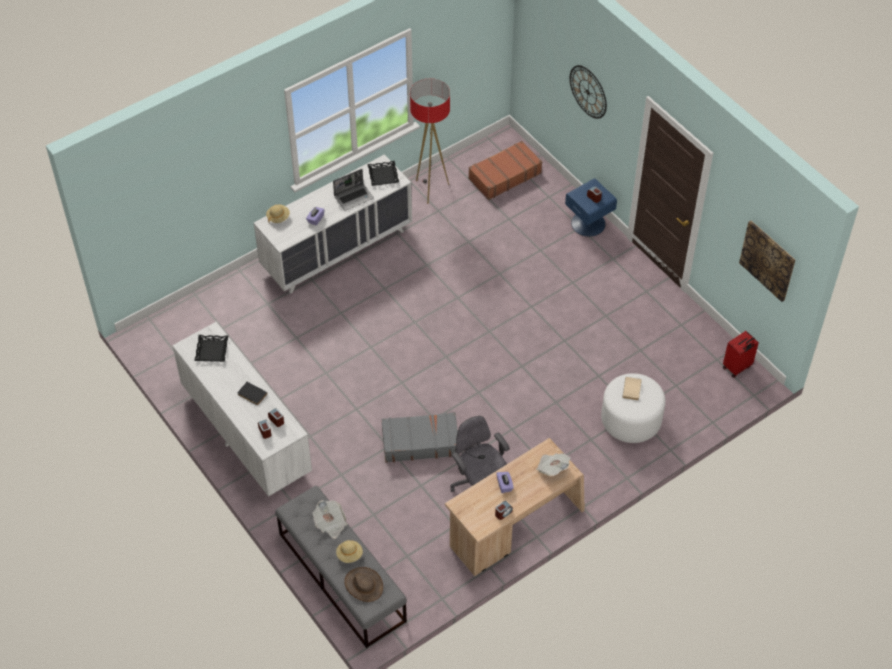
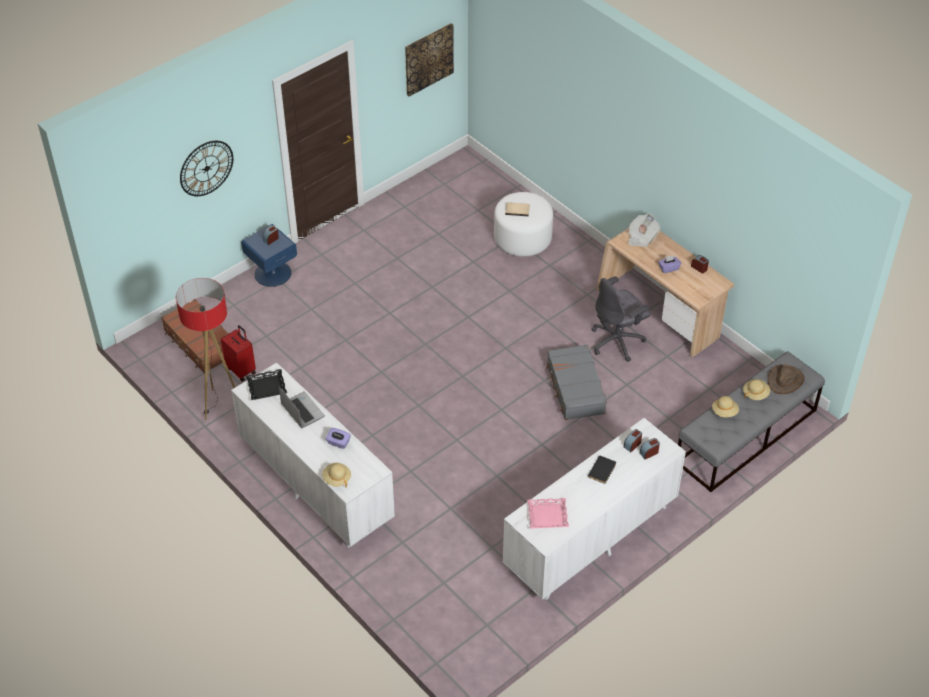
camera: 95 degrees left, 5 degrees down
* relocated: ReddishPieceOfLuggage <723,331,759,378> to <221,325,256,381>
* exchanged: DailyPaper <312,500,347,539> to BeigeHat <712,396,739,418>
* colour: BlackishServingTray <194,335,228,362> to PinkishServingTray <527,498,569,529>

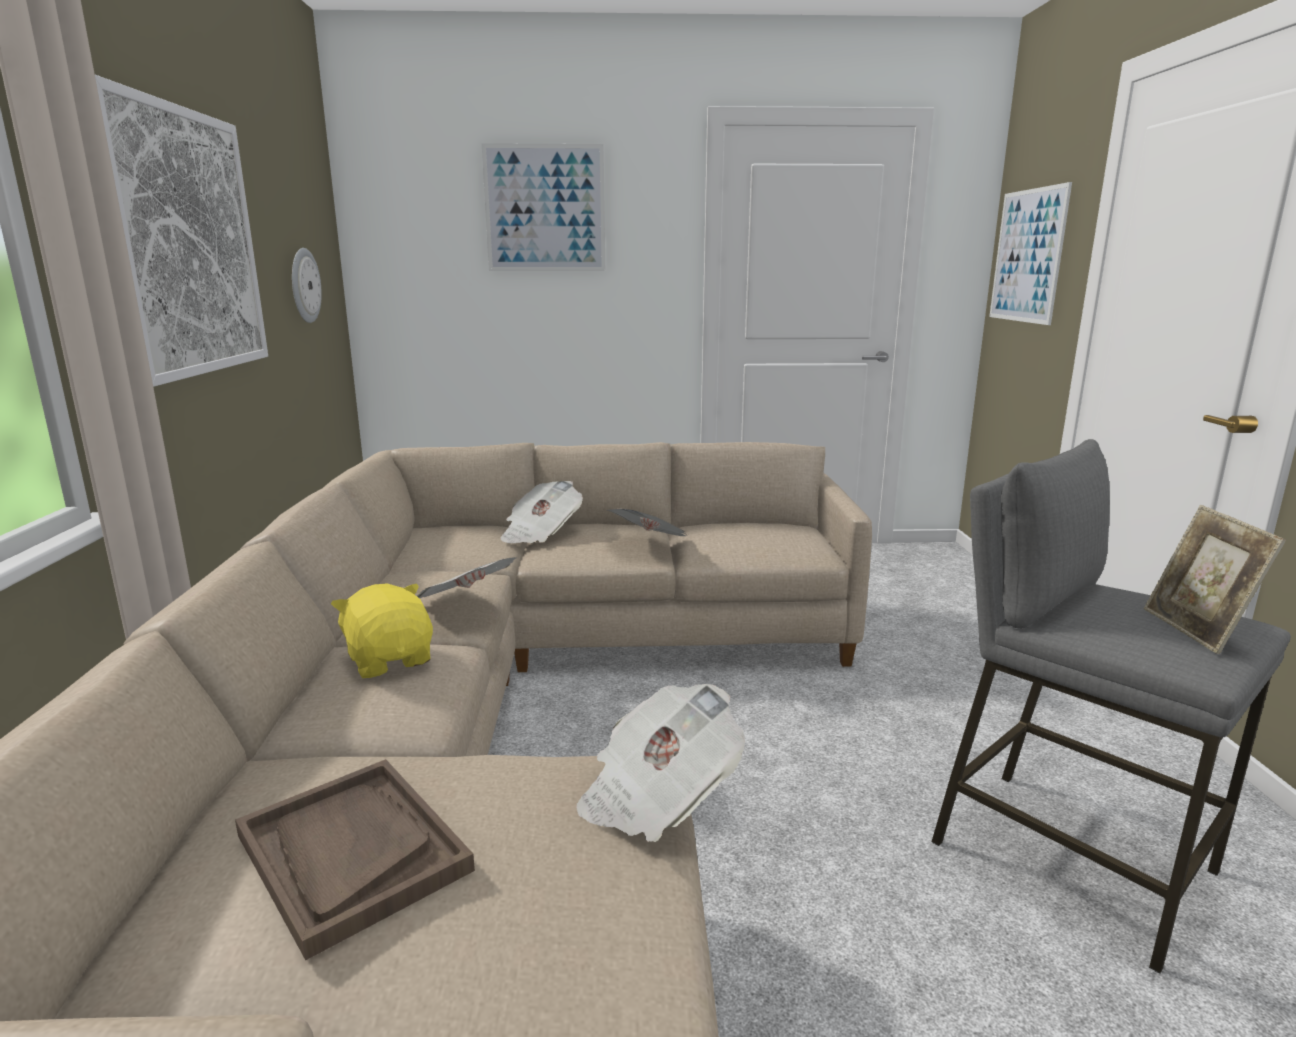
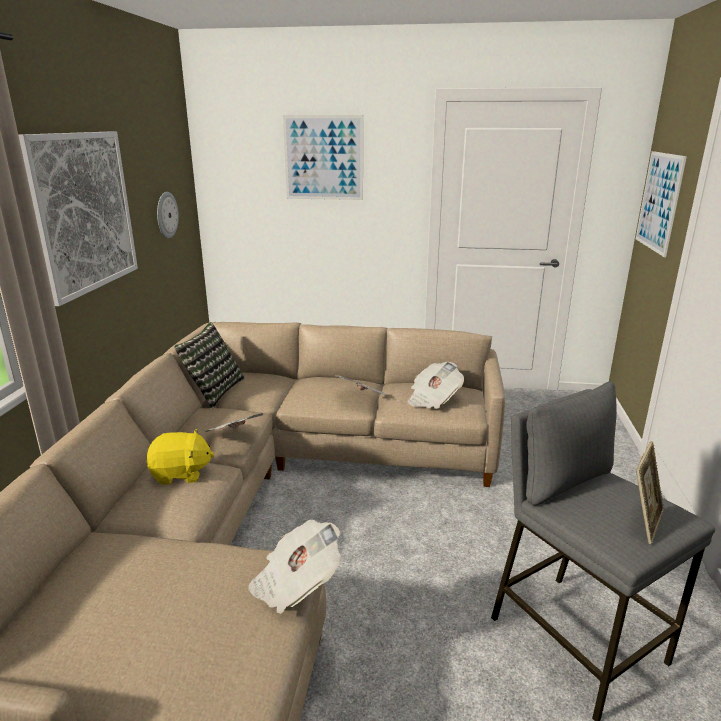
camera: 10 degrees right, 5 degrees up
* missing: BrownColouredServingTray <235,759,475,960>
* appeared: Pillow <174,322,245,408>
* relocated: DailyPaper <500,481,583,543> to <408,362,464,409>
* spun: YellowishPlushToy <331,583,433,678> = <147,429,215,485> 105 degrees clockwise
* spun: PhotoFrame <1144,505,1286,654> = <636,441,664,544> 150 degrees counterclockwise

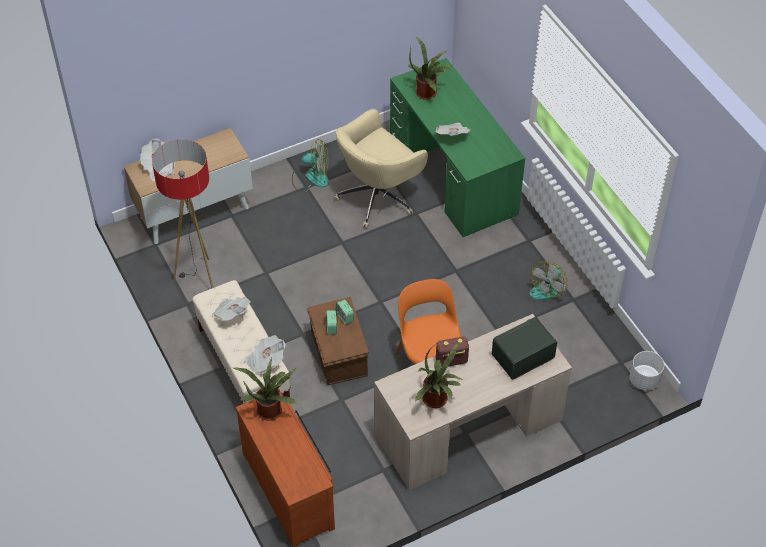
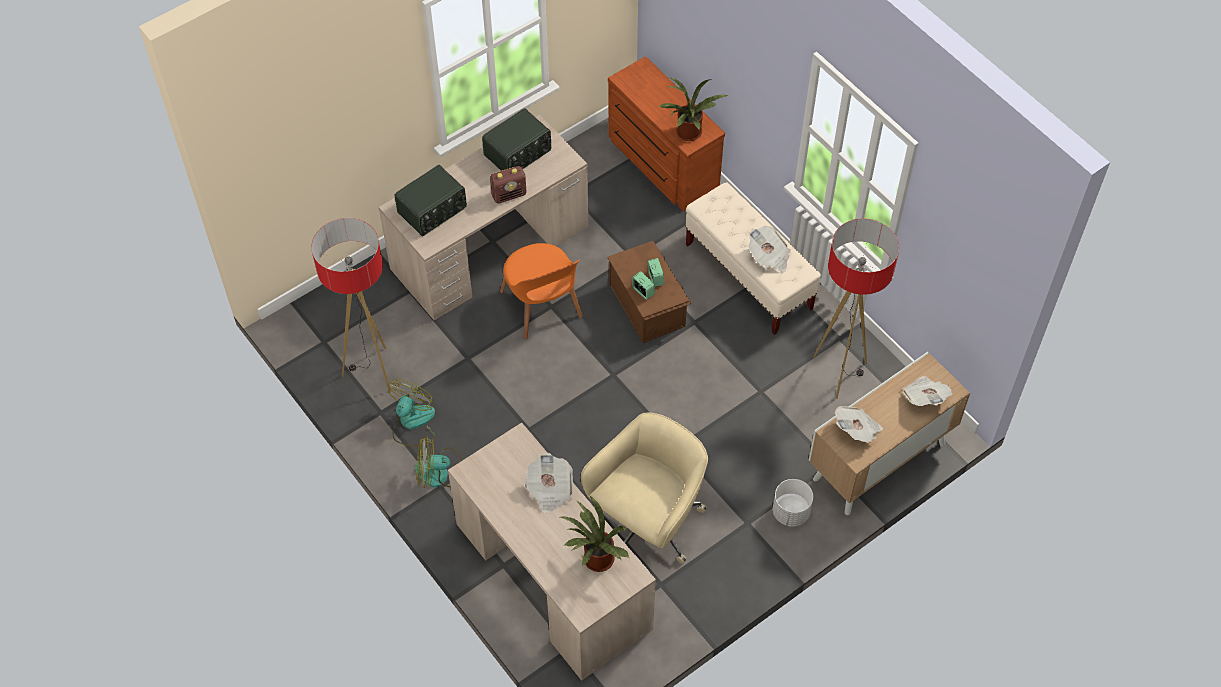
camera: 170 degrees right, 5 degrees up
* appeared: StandingLamp <311,218,391,392>
* relocated: DailyPaper <245,335,286,375> to <835,406,883,443>
* relocated: ElectricFan <292,139,329,193> to <415,436,463,488>
* relocated: WhiteColouredPlantPot <630,351,664,390> to <773,479,813,527>
* exchanged: PottedPlant <415,343,462,408> to Radio <482,108,551,171>
* colour: GreenishDeskTable <390,58,525,237> to BeigeDeskTable <448,422,656,681>

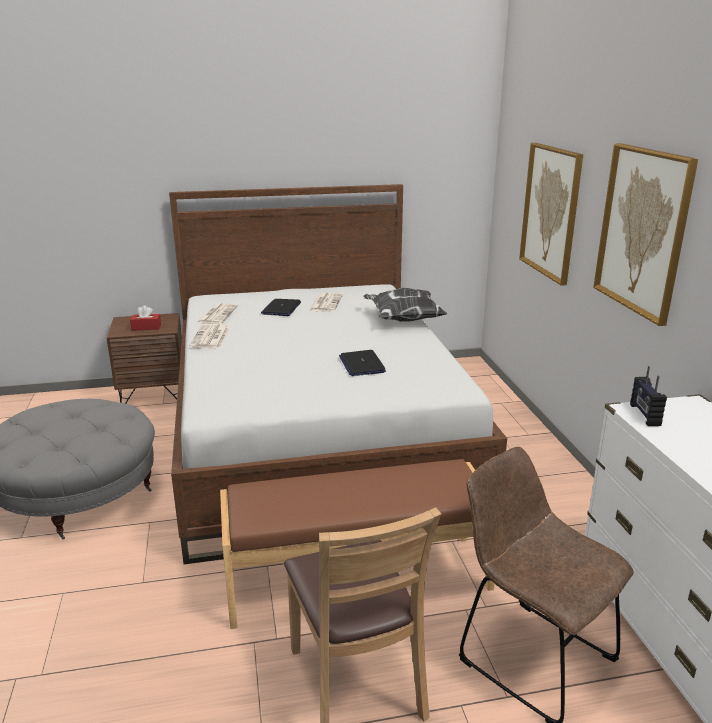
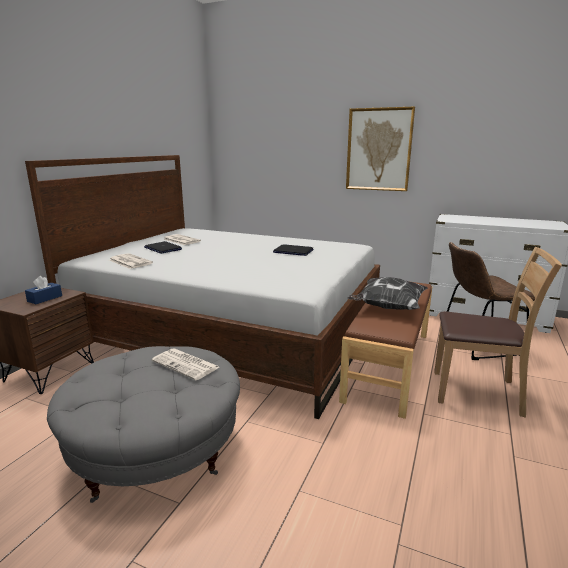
camera: 55 degrees left, 5 degrees down
* missing: Picture <519,143,583,286>
* missing: Radio <630,366,667,426>
* relocated: DailyPaper <189,324,229,348> to <152,349,219,380>
* relocated: Pillow <363,288,448,322> to <348,277,428,310>
* colour: ReddishTissueHolder <130,305,161,331> to BlueColouredTissueHolder <25,276,62,304>

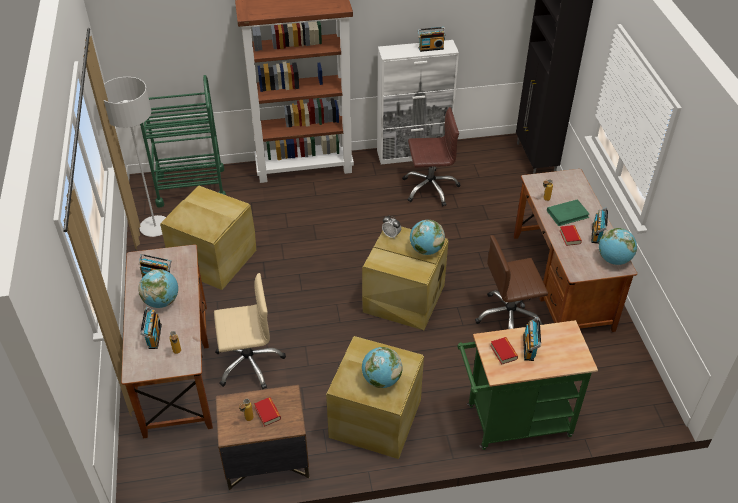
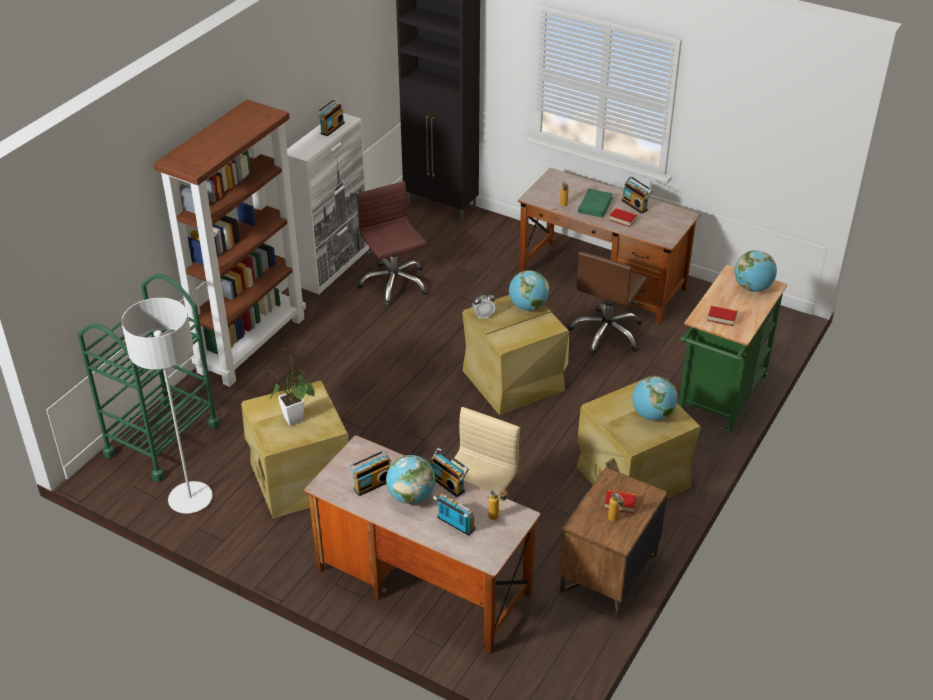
camera: 50 degrees left, 5 degrees down
* appeared: PottedPlant <263,348,315,426>
* relocated: Radio <523,317,541,361> to <431,448,469,497>
* relocated: DeskGlobe <599,228,637,265> to <734,250,777,292>
* spun: BrownColouredComputerChair <402,107,461,206> = <357,181,428,306> 60 degrees counterclockwise

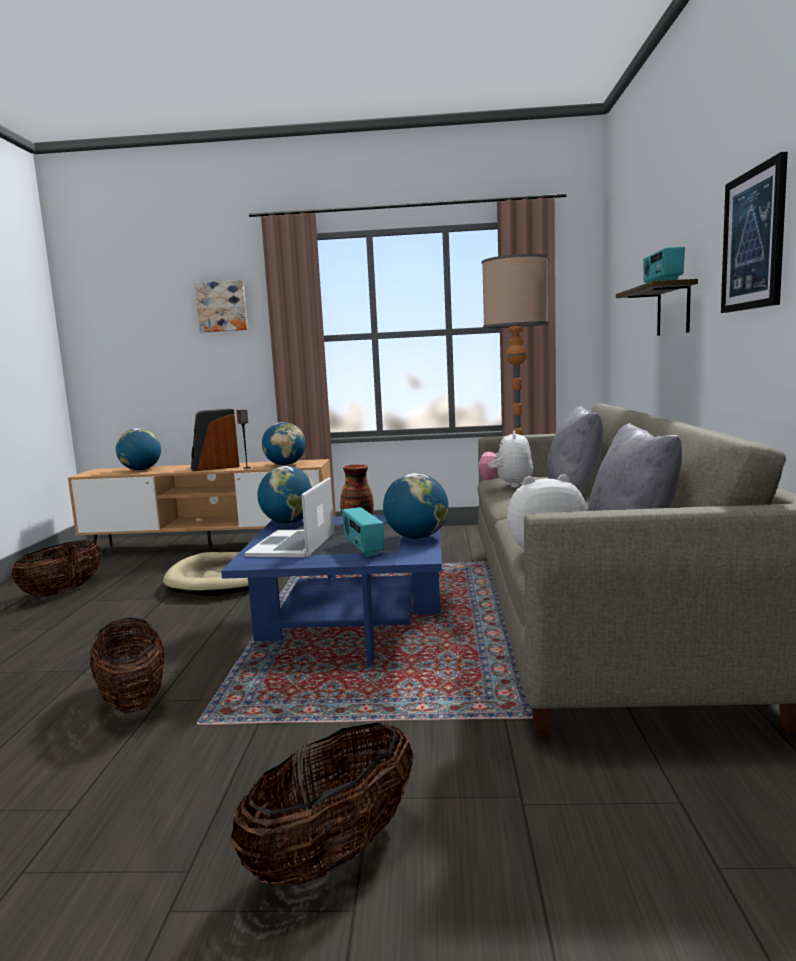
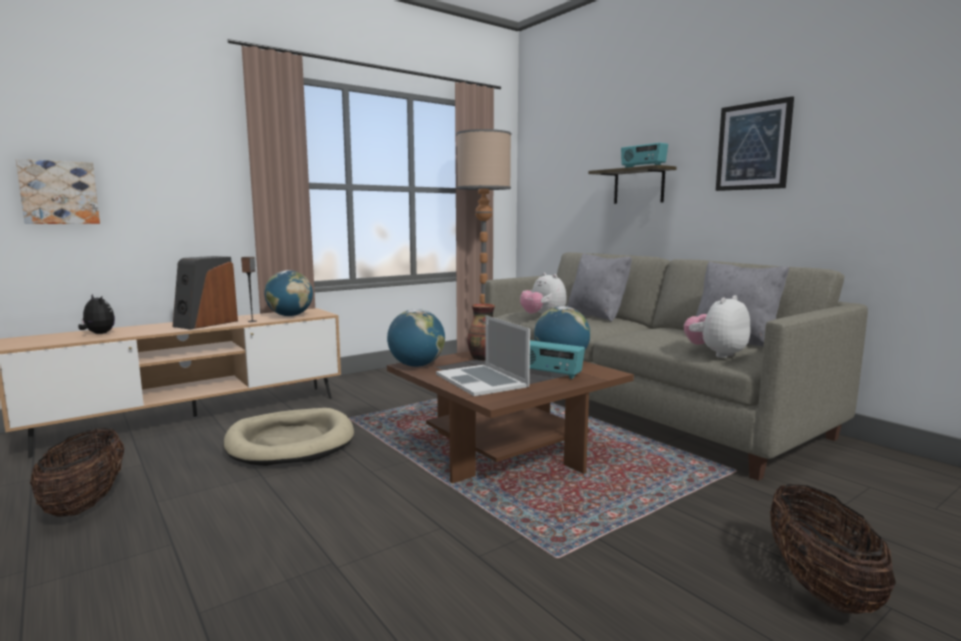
camera: 40 degrees left, 0 degrees up
* missing: Basket <89,618,164,714>
* relocated: Picture <195,280,248,332> to <16,159,100,224>
* exchanged: DeskGlobe <116,428,161,471> to PlushToy <78,294,115,334>
* colour: BlueColouredLowTable <221,515,442,667> to BrownColouredLowTable <387,351,634,484>

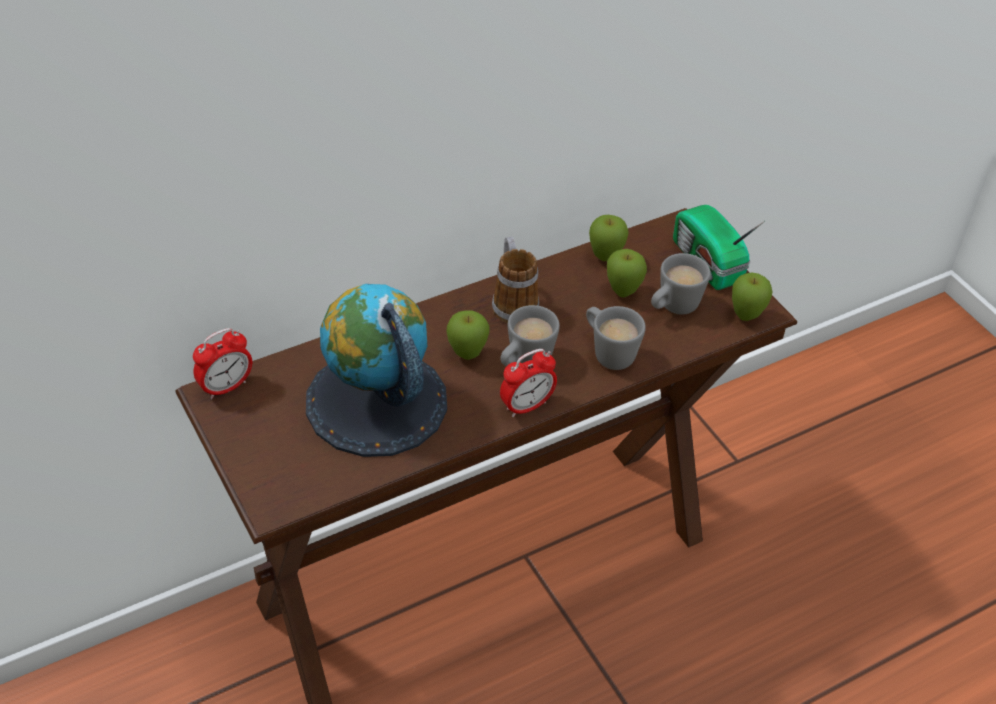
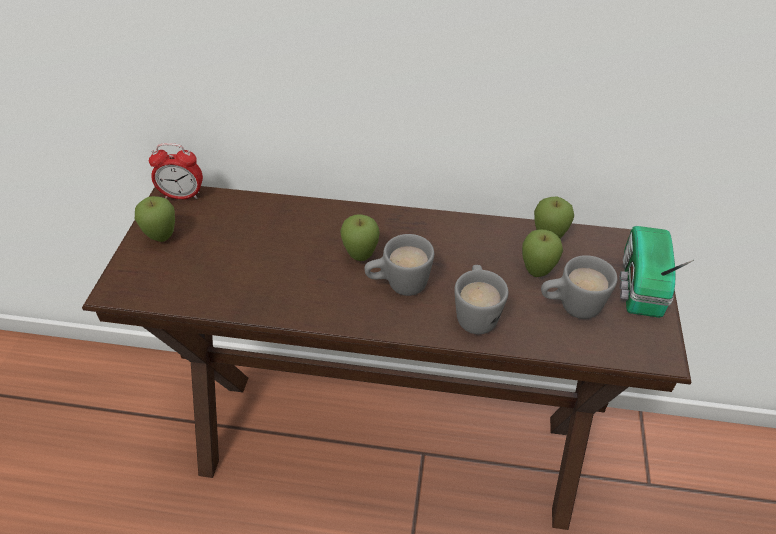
camera: 40 degrees right, 0 degrees up
* missing: DeskGlobe <306,284,447,457>
* missing: CoffeeMug <492,237,539,323>
* missing: BedsideClock <500,349,557,417>
* relocated: WholeApple <732,272,773,321> to <135,196,175,242>

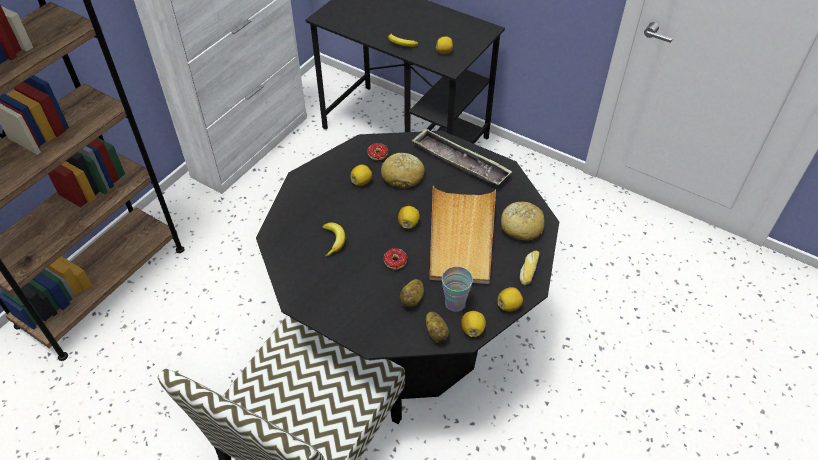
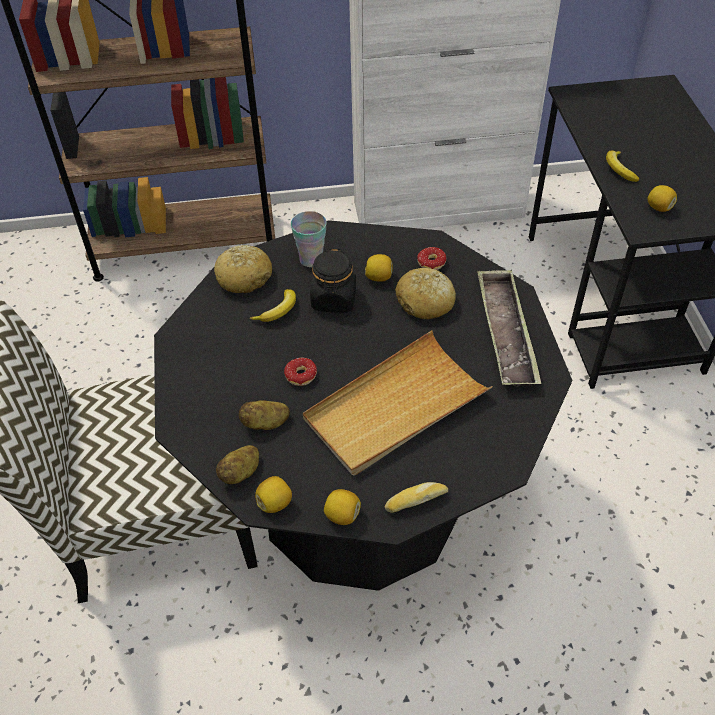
camera: 50 degrees right, 0 degrees up
* missing: CitrusFruit <398,206,420,229>
* appeared: BlackishStorageJar <310,248,356,313>
* relocated: SmallCup <442,267,473,312> to <291,211,327,267>
* relocated: Bread <501,202,544,241> to <214,245,272,293>

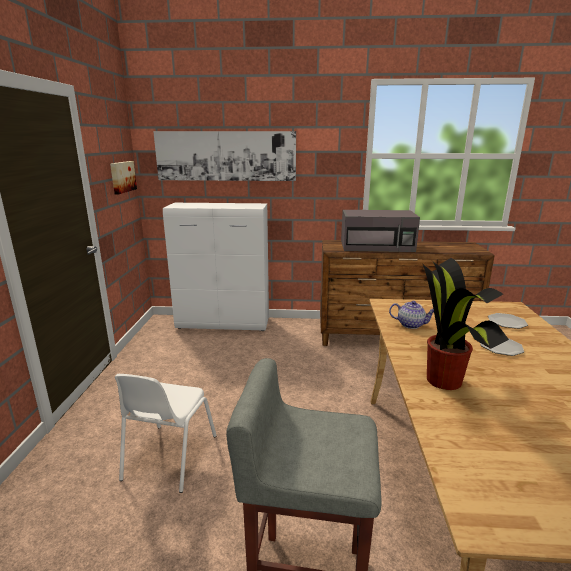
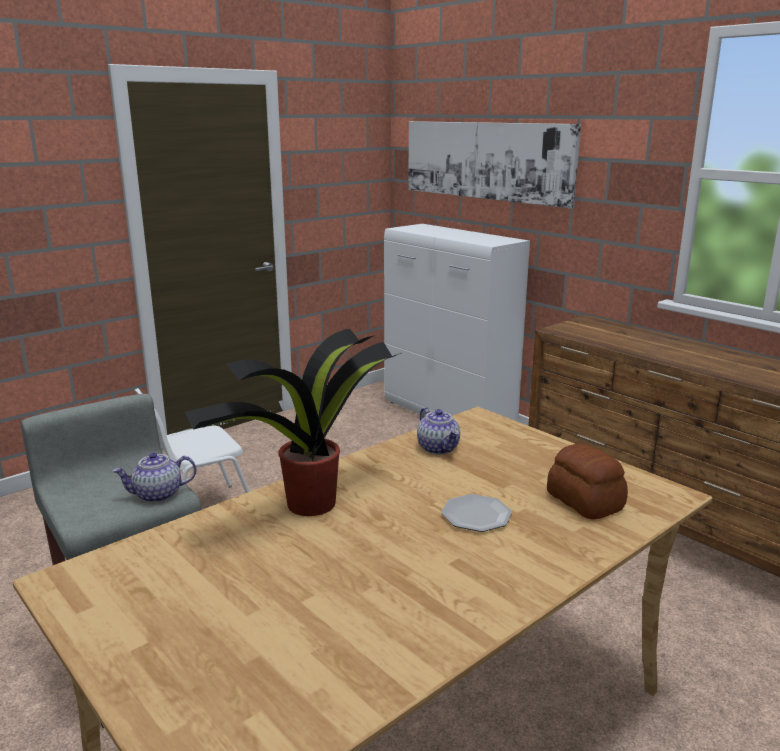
camera: 45 degrees right, 0 degrees up
* missing: Picture <110,161,137,194>
* missing: GreyMicrowaveOven <341,210,420,252>
* appeared: Teapot <112,452,196,503>
* exchanged: Plate <488,313,528,329> to Bread <547,443,628,520>

